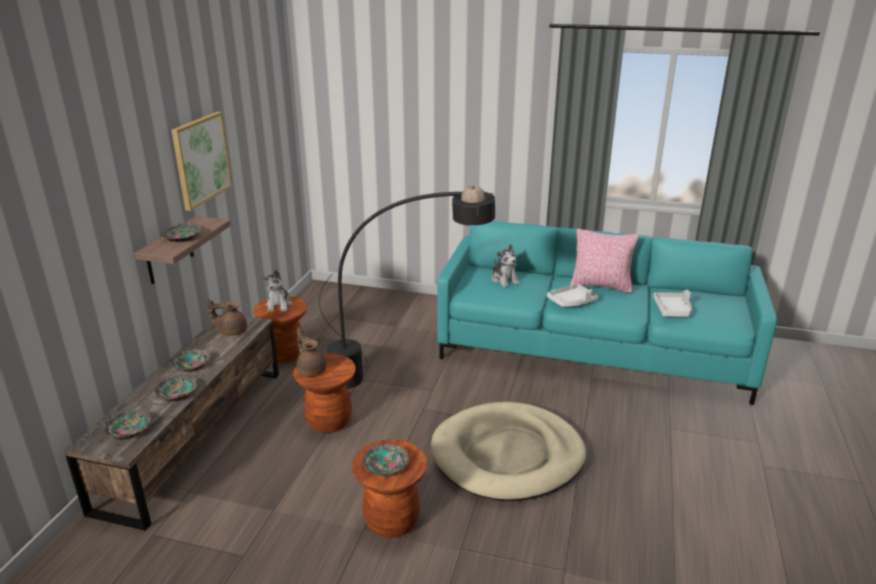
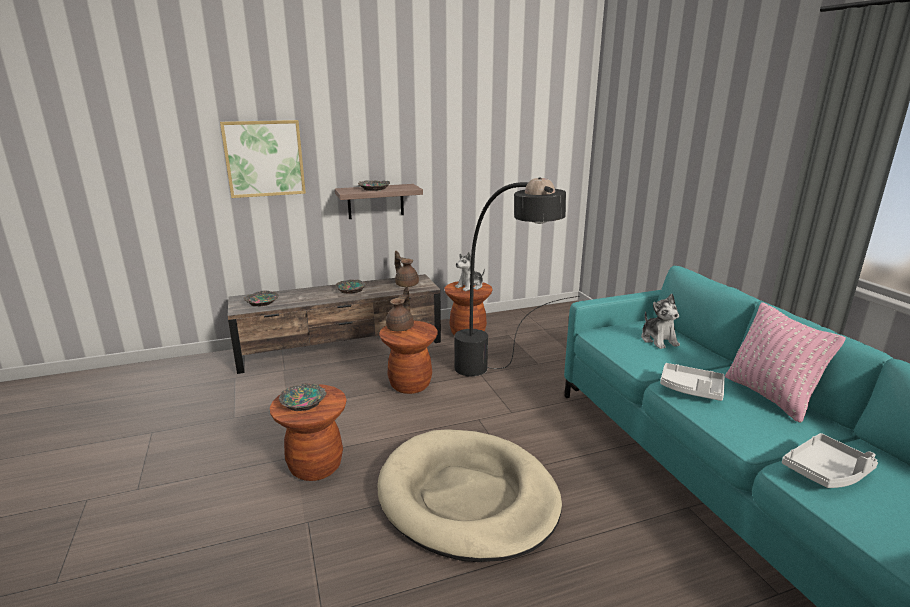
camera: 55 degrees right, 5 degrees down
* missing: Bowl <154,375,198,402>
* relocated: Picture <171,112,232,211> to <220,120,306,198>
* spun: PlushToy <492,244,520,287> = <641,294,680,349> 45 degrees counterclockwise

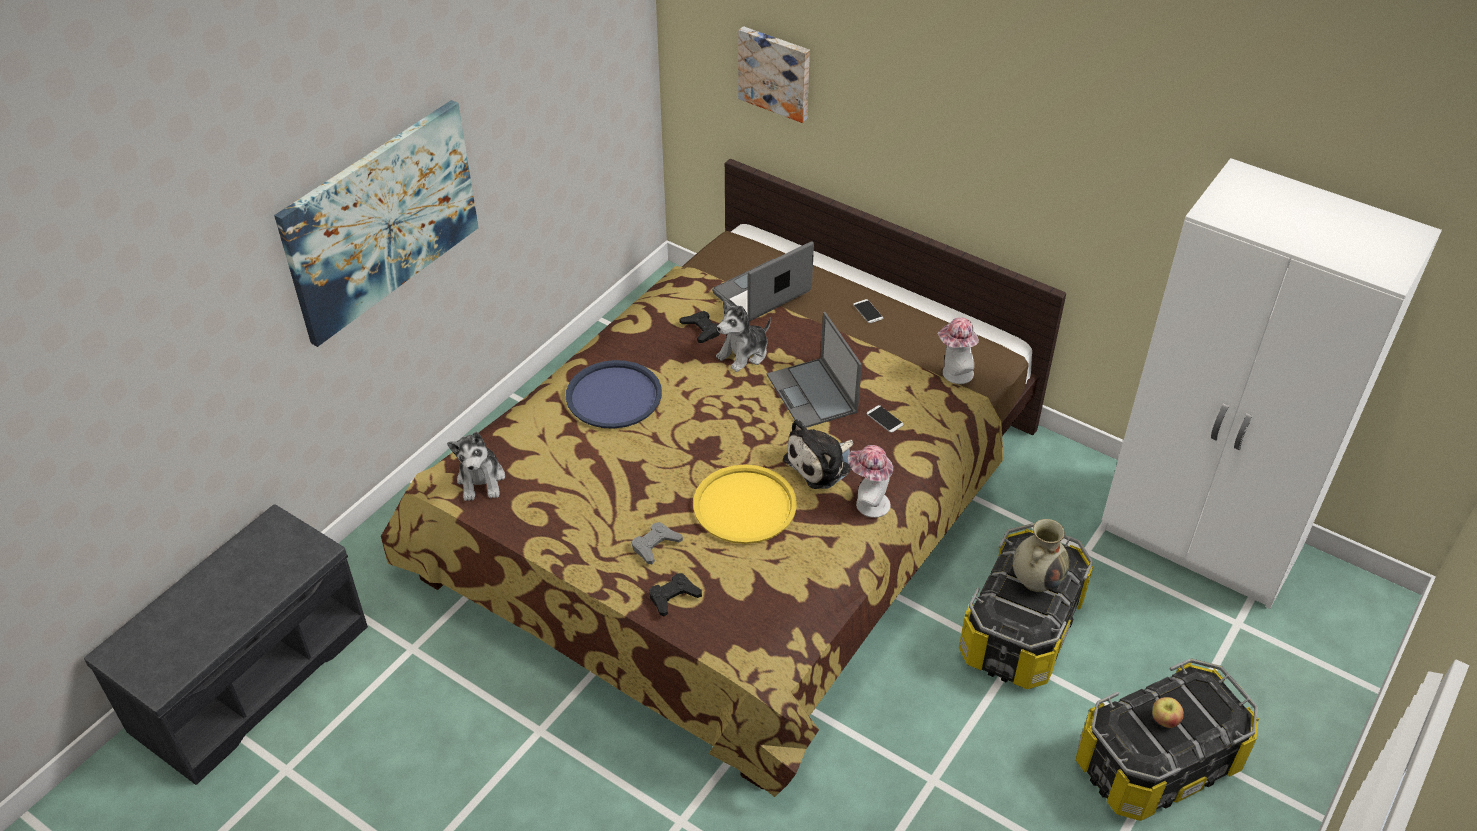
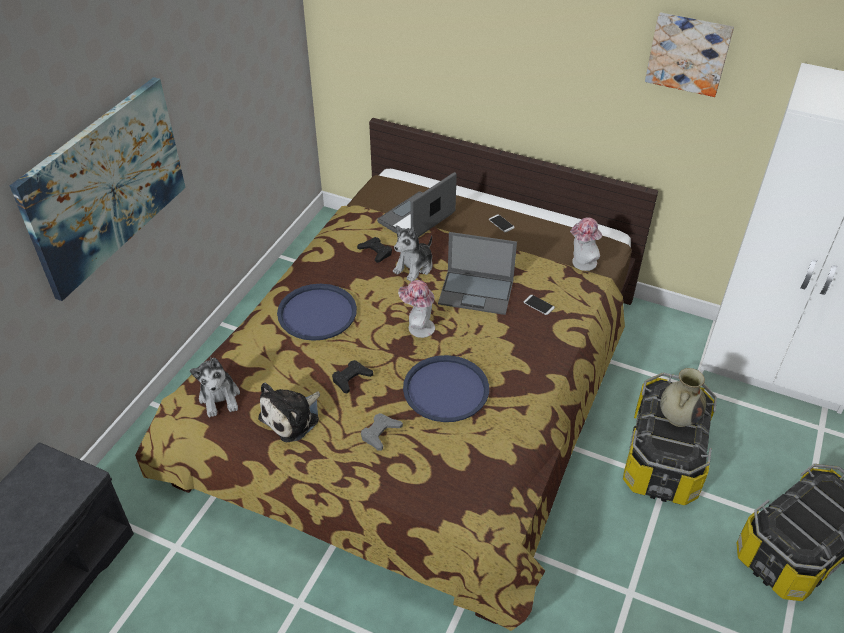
camera: 10 degrees left, 0 degrees up
* missing: WholeApple <1152,697,1184,728>
* relocated: BlackishGameController <649,573,702,617> to <332,360,373,394>
* relocated: Picture <738,26,810,123> to <645,13,734,97>
* relocated: PlushToy <783,419,853,489> to <258,383,320,442>
* relocated: Hat <848,445,893,518> to <398,280,435,338>
* colour: YellowishServingTray <693,464,797,544> to BlueColouredServingTray <403,355,489,422>
* spun: NotebookComputer <767,312,862,428> = <438,232,517,315> 45 degrees counterclockwise

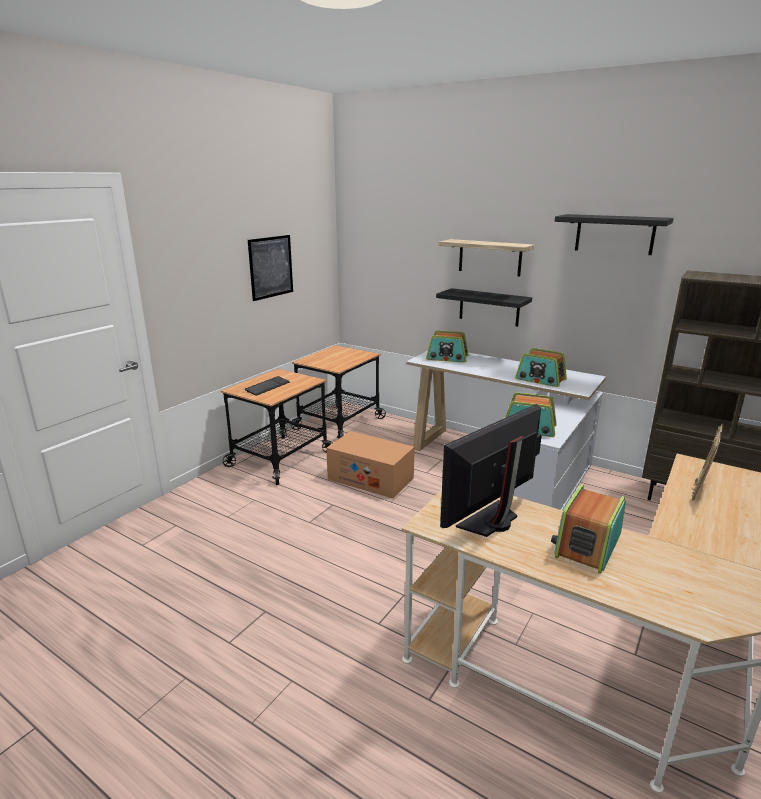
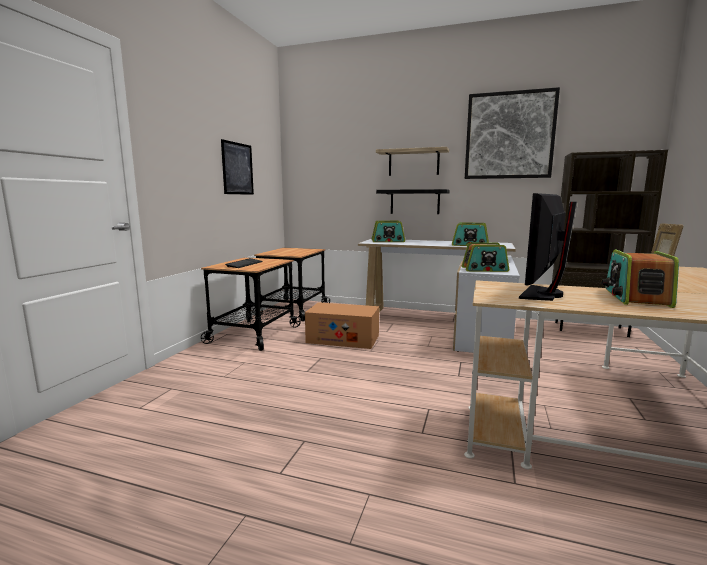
camera: 15 degrees left, 10 degrees down
* exchanged: BlackishShelf <555,214,674,255> to Picture <465,87,560,179>

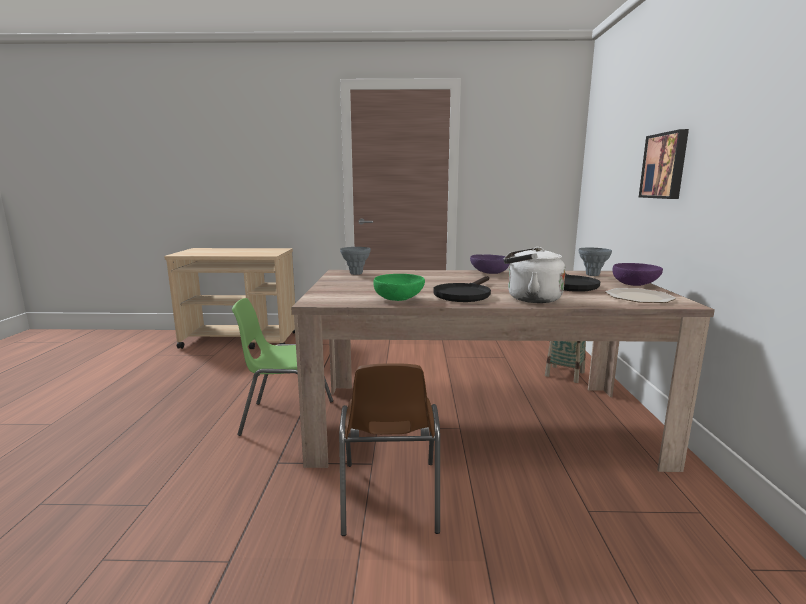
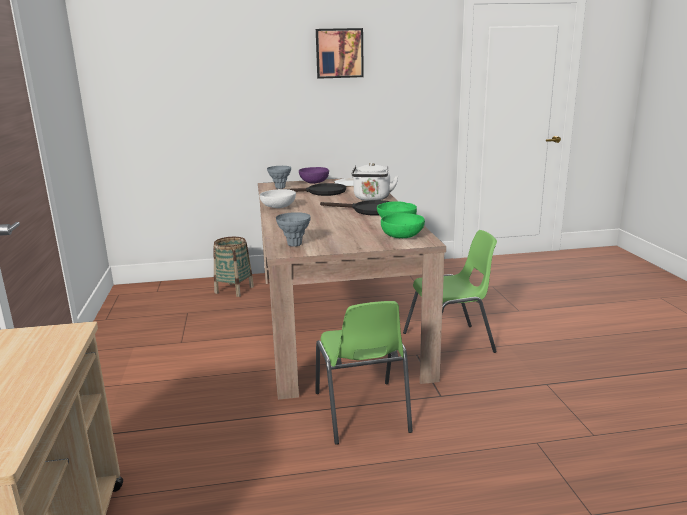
camera: 100 degrees left, 5 degrees up
* appeared: GreenishBowl <381,213,425,238>
* relocated: Picture <639,129,689,199> to <316,28,364,79>
* colour: BrownColouredChair <339,363,440,536> to GreenishChair <403,230,497,353>
* colour: PurpleColouredBowl <470,254,510,274> to WhiteColouredBowl <259,189,296,208>

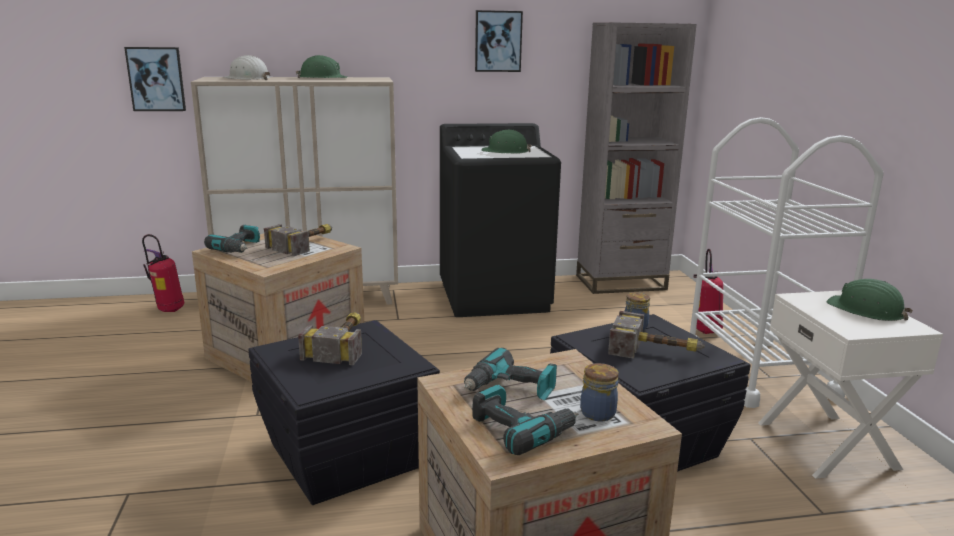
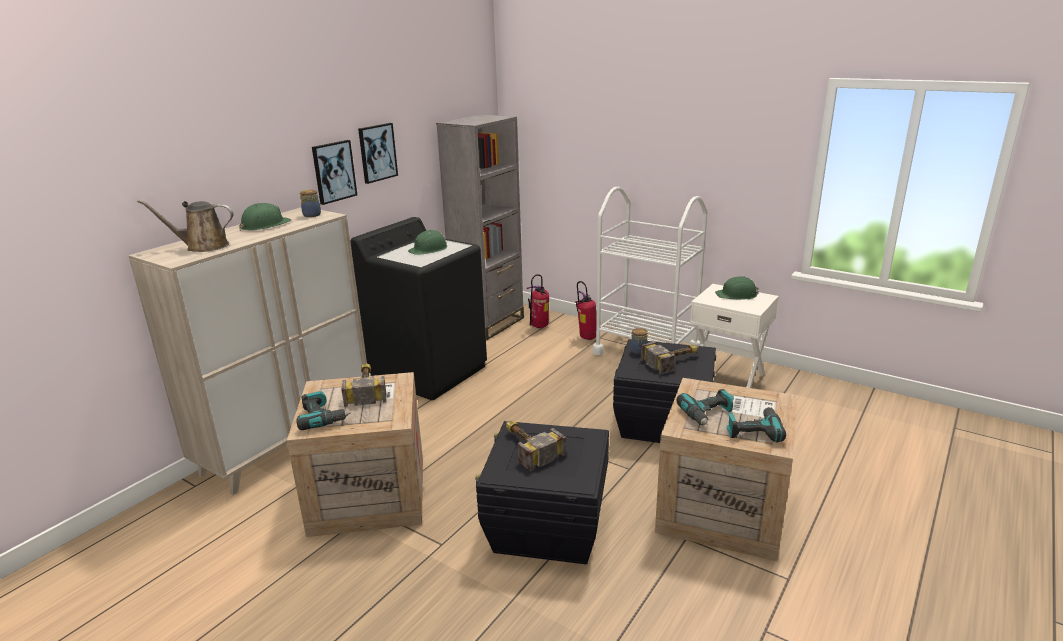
camera: 45 degrees left, 5 degrees up
* relocated: Picture <124,47,186,111> to <312,140,357,205>
* relocated: FireExtinguisher <142,234,184,312> to <526,274,549,328>
* relocated: StorageJar <580,363,619,421> to <300,190,321,217>
* exchanged: WhiteColouredWorkHelmet <224,55,271,80> to BrownColouredSprinklingCan <137,200,234,252>

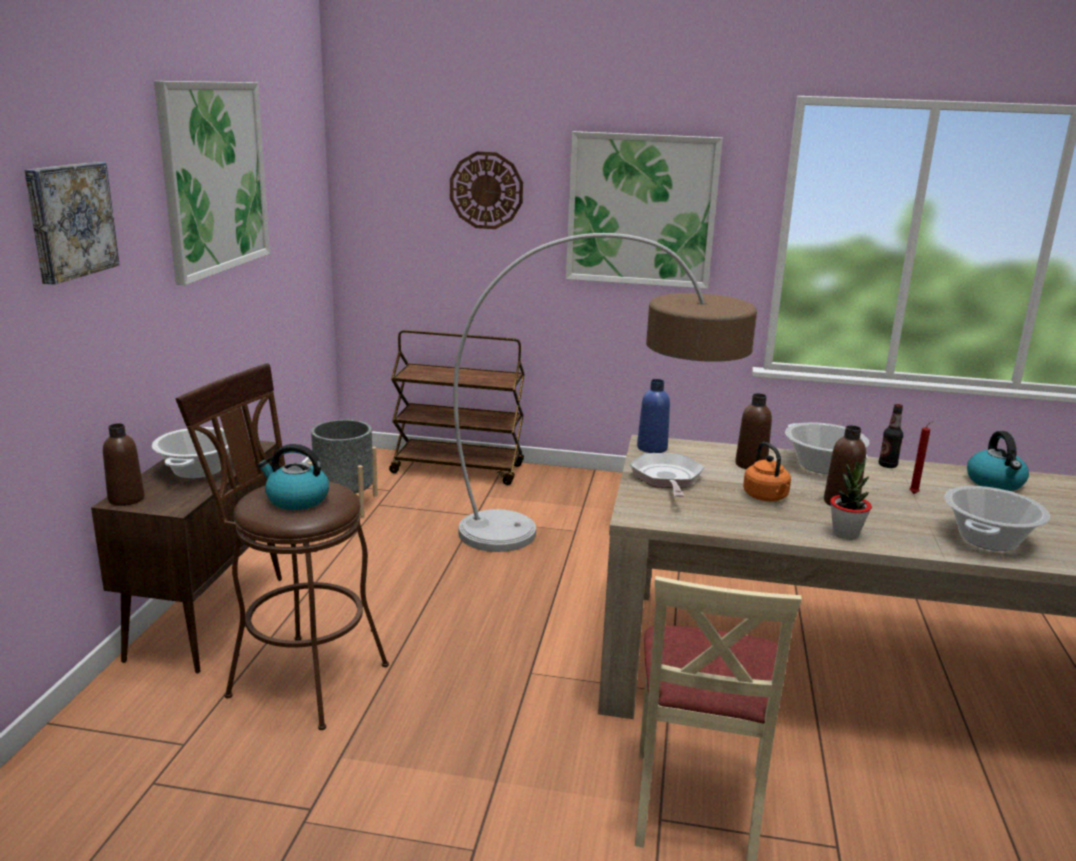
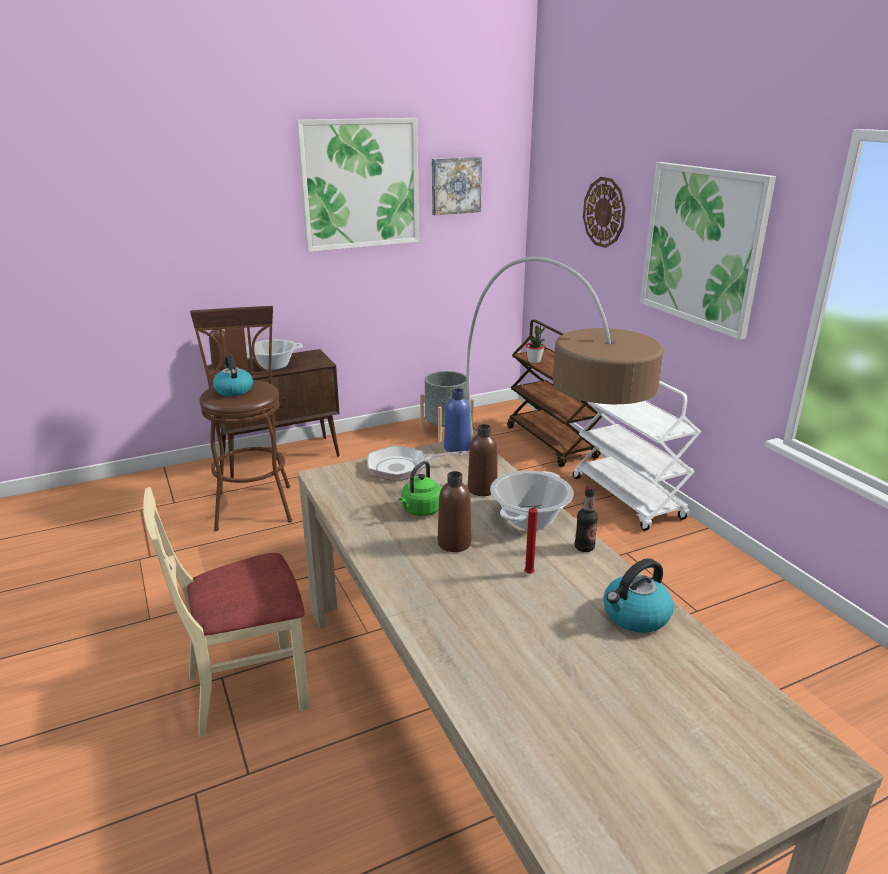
camera: 55 degrees right, 5 degrees up
* missing: CookingPot <944,486,1050,551>
* appeared: WhiteColouredTrolley <573,381,701,531>
* relocated: Picture <24,162,120,285> to <432,157,482,215>
* relocated: PottedPlant <830,459,872,539> to <526,326,546,363>
* colour: OrangeColouredKettle <743,442,791,501> to GreenishKettle <399,461,441,516>
* spun: Skillet <630,453,704,497> = <367,445,468,482> 150 degrees counterclockwise

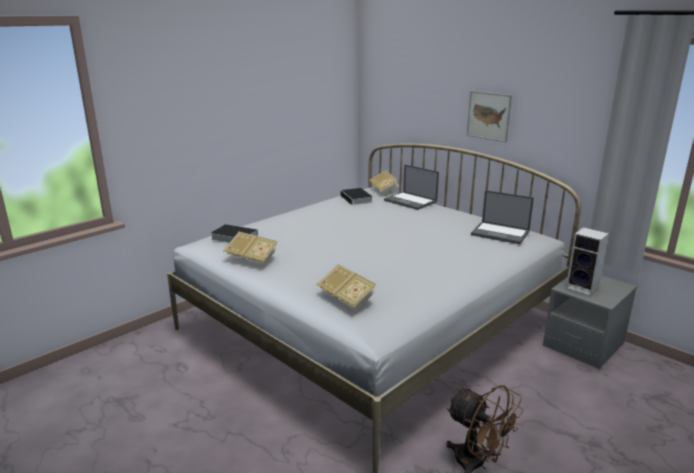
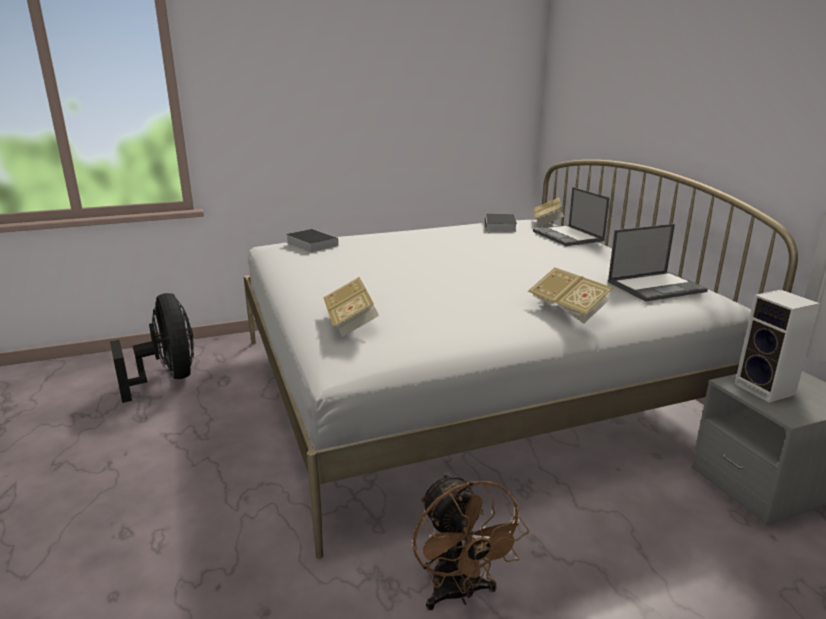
camera: 25 degrees right, 0 degrees up
* missing: Picture <467,91,512,142>
* appeared: BlackishElectricFan <110,293,194,403>
* relocated: Book <223,232,278,267> to <528,268,613,323>
* spun: NotebookComputer <471,190,534,244> = <608,224,708,302> 75 degrees counterclockwise

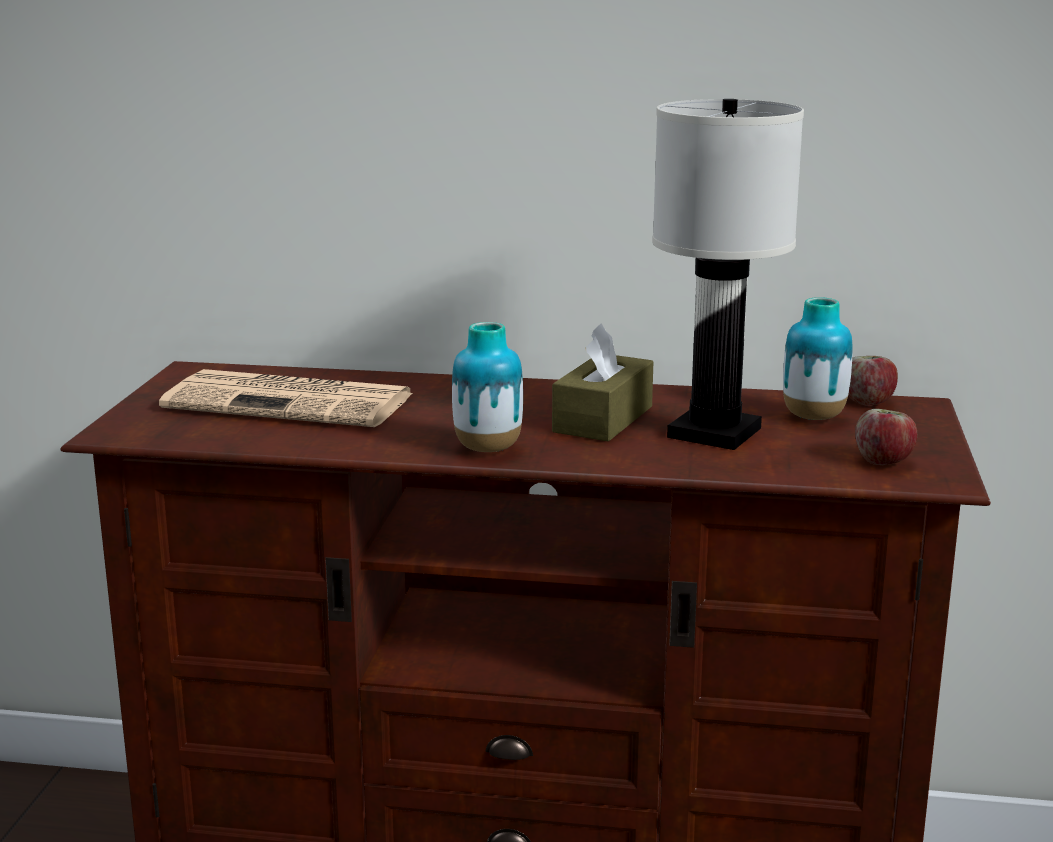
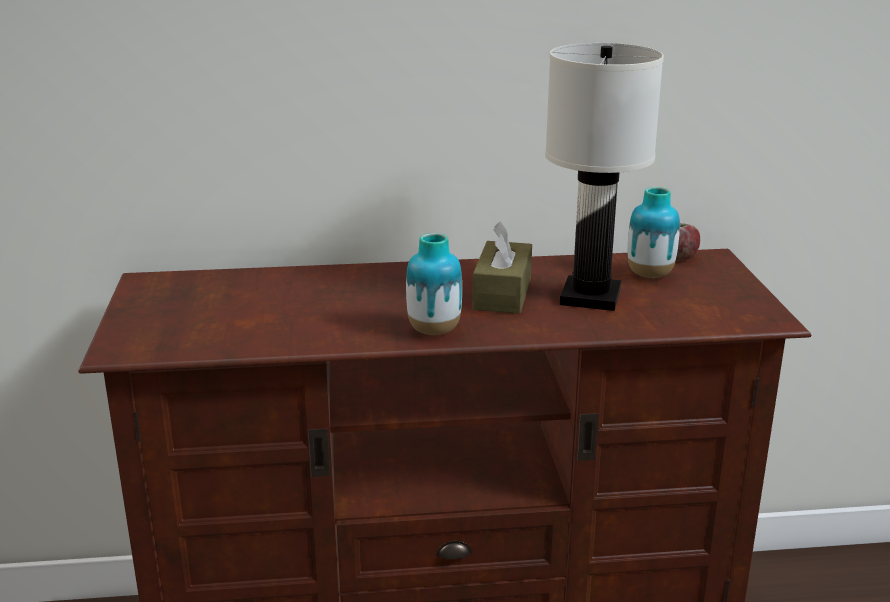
camera: 15 degrees left, 5 degrees up
* missing: DailyPaper <159,369,414,427>
* missing: WholeApple <855,409,917,465>

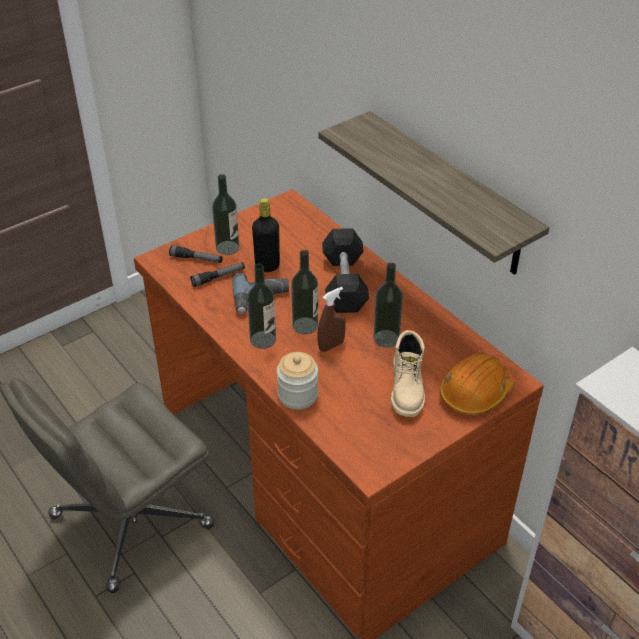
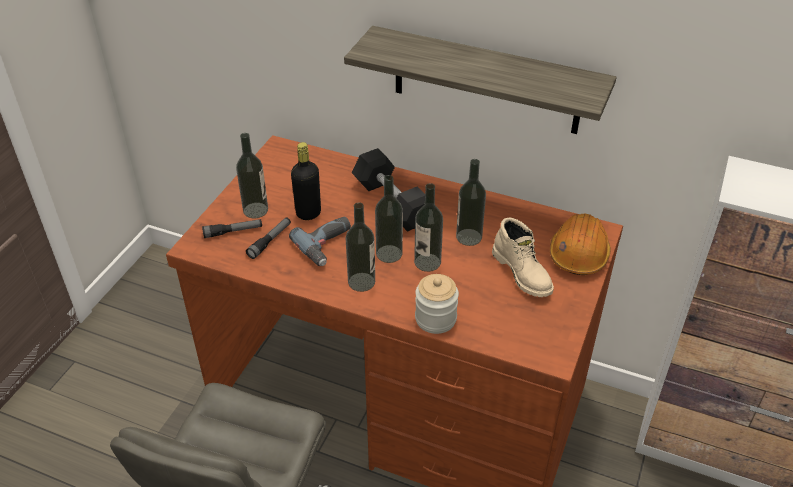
camera: 30 degrees left, 0 degrees up
* exchanged: BrownColouredHandSprayer <317,287,346,352> to DrinkBottle <414,183,443,272>

